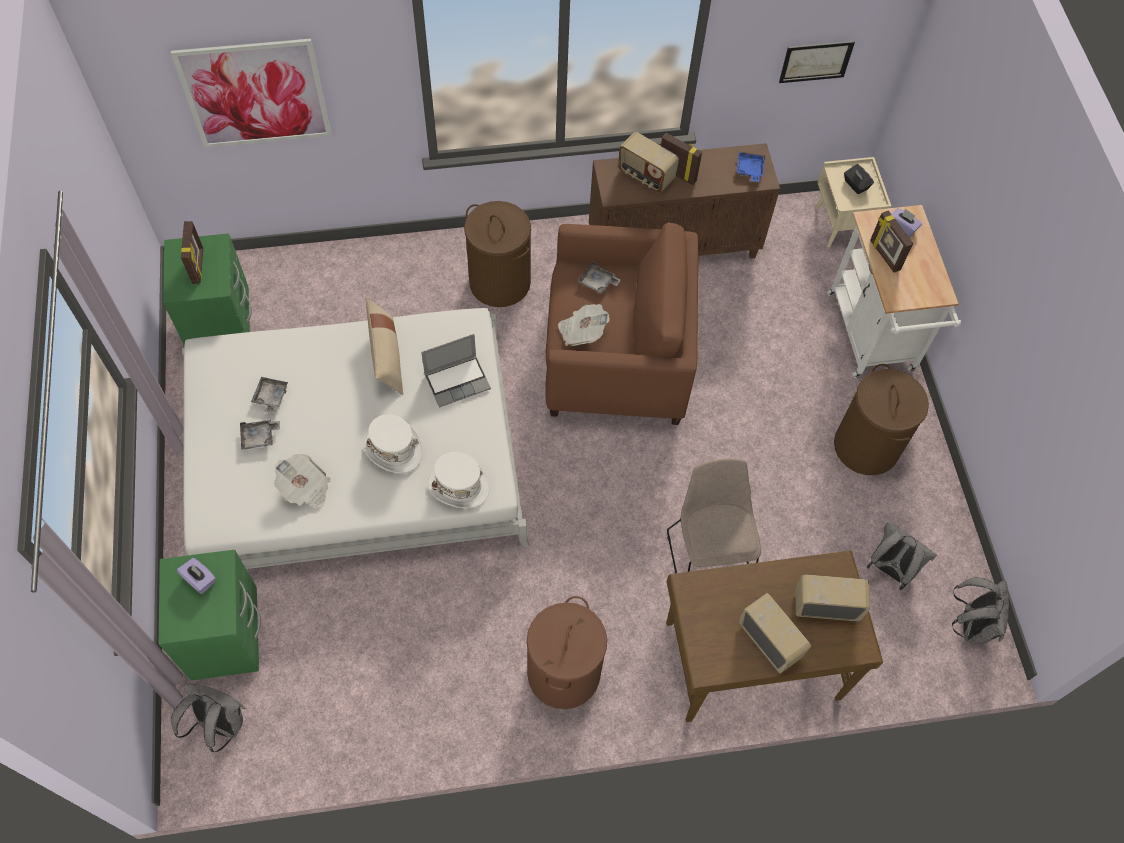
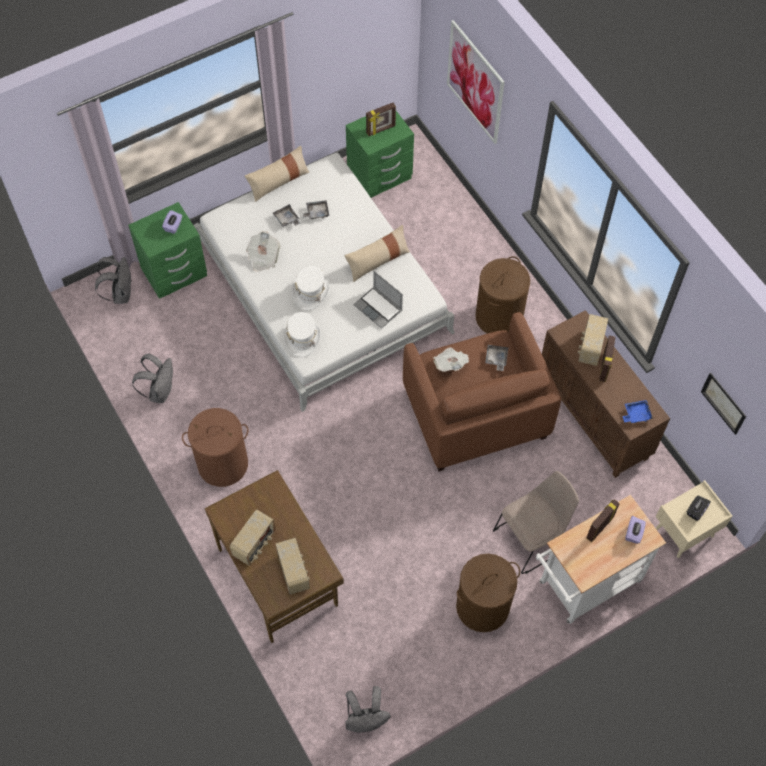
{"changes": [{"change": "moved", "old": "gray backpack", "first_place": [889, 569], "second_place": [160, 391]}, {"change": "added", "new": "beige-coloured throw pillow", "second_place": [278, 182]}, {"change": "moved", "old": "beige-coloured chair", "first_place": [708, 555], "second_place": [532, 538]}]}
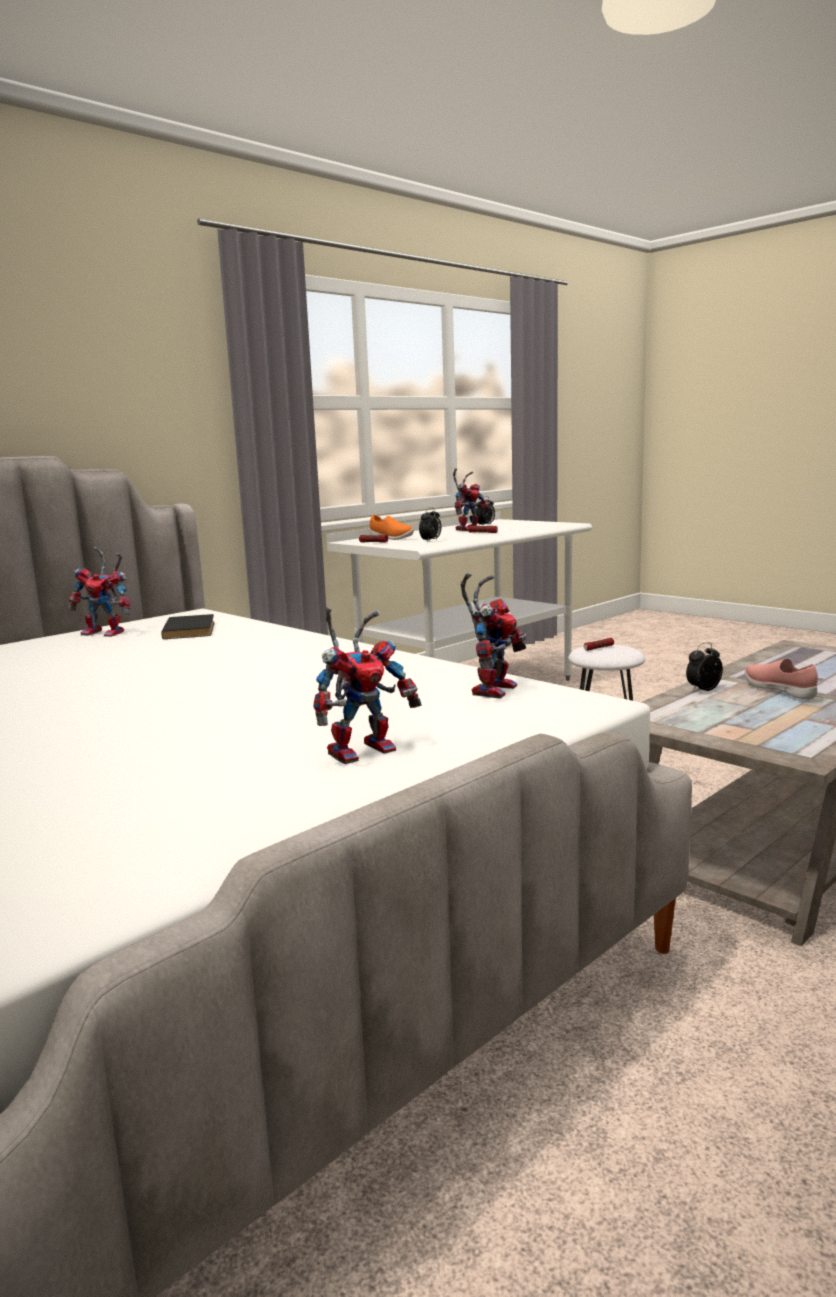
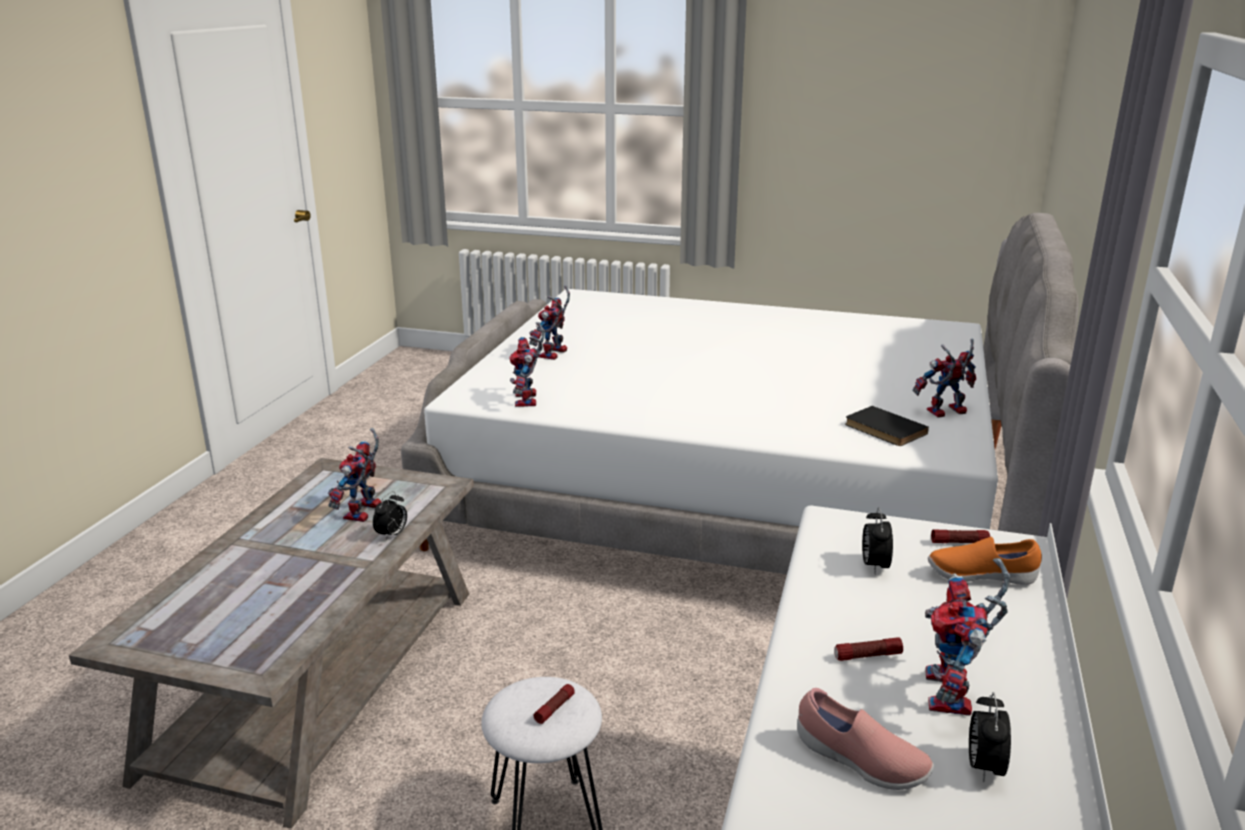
{"changes": [{"change": "added", "new": "model robot", "second_place": [363, 514]}, {"change": "moved", "old": "pink-coloured item of footwear", "first_place": [780, 691], "second_place": [859, 762]}]}
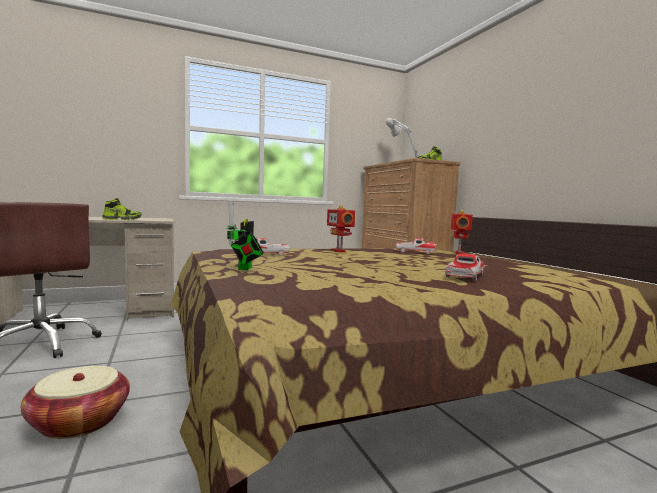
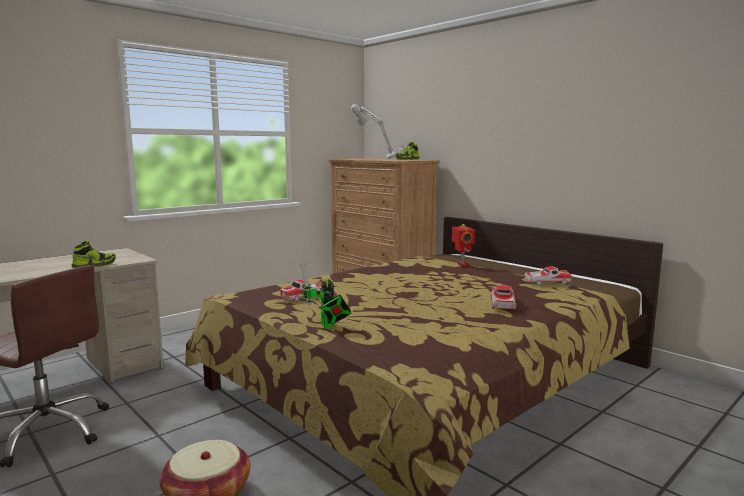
{"changes": [{"change": "moved", "old": "miniature car", "first_place": [415, 252], "second_place": [547, 282]}, {"change": "removed", "old": "model robot", "first_place": [339, 251]}]}
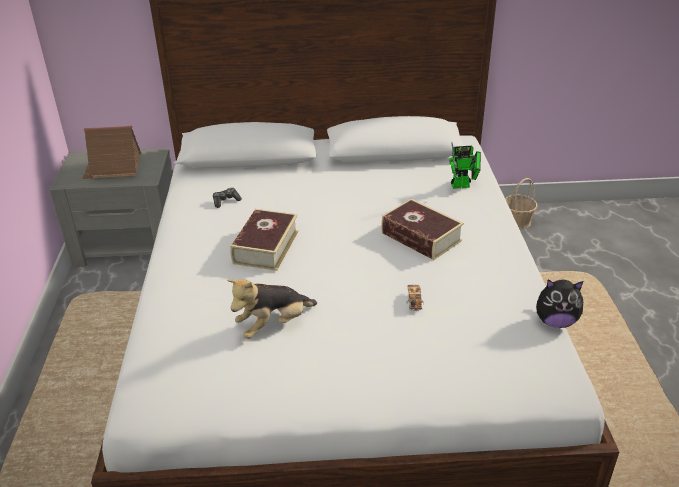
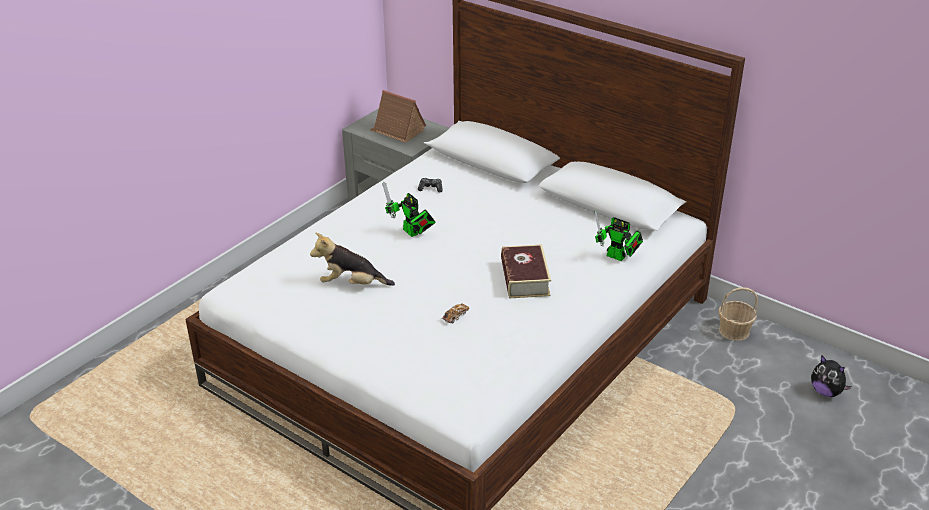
{"changes": [{"change": "replaced", "old": "bound book", "new": "model robot", "first_place": [266, 247], "second_place": [412, 233]}, {"change": "moved", "old": "soft toy", "first_place": [555, 321], "second_place": [826, 392]}]}
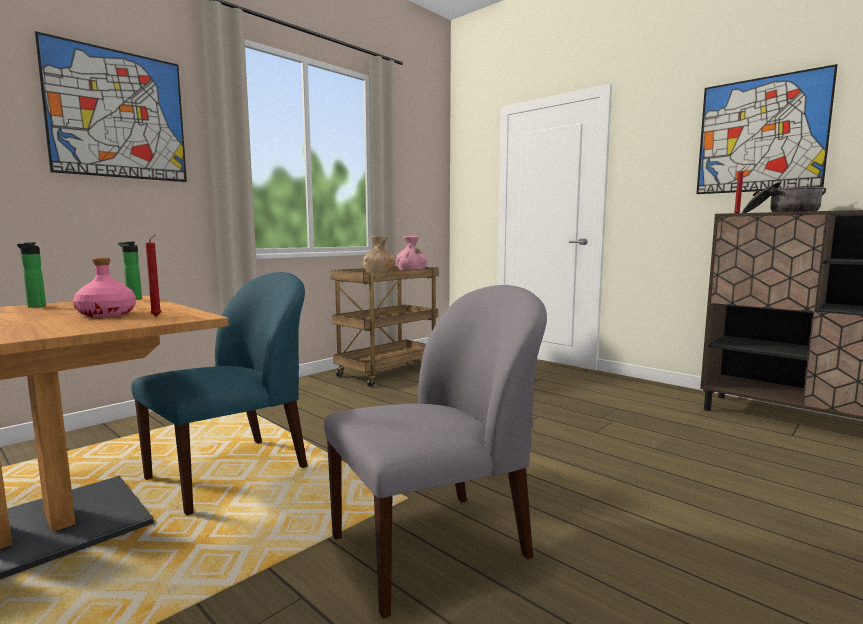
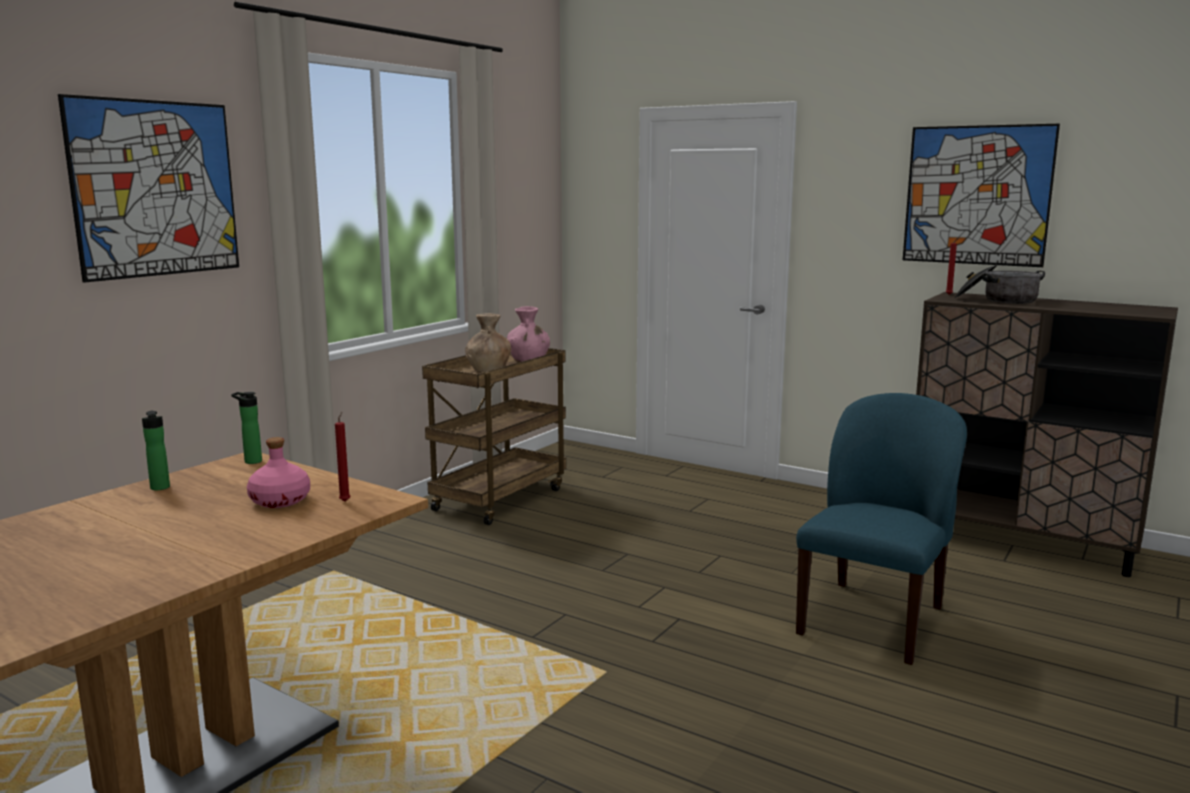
{"changes": [{"change": "moved", "old": "bluish chair", "first_place": [232, 472], "second_place": [873, 620]}, {"change": "removed", "old": "gray chair", "first_place": [434, 546]}]}
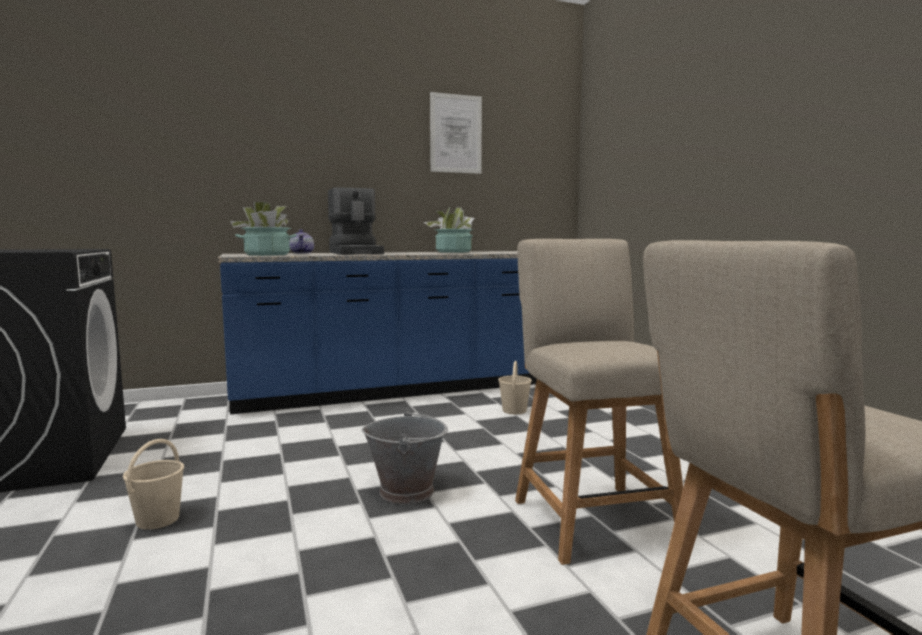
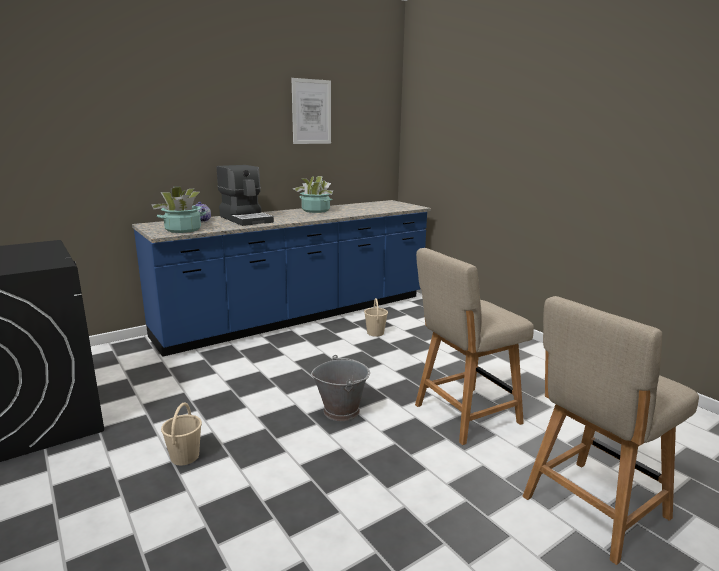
{"changes": [{"change": "turned", "old": "beige-coloured chair", "first_place": [591, 517], "second_place": [463, 415], "degrees": -90}]}
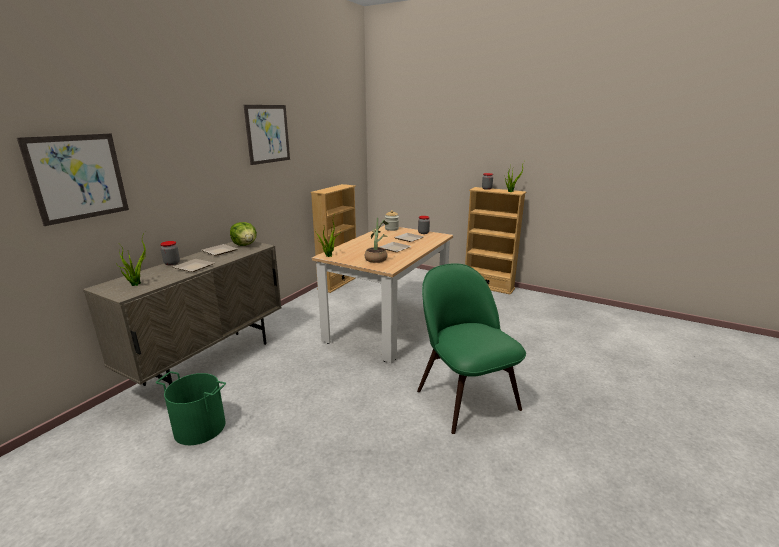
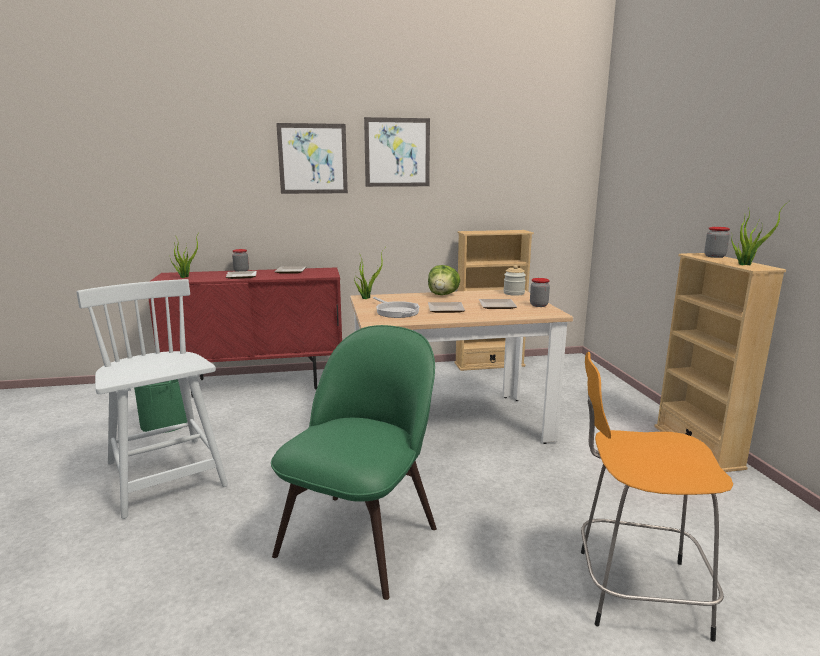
{"changes": [{"change": "added", "new": "white chair", "second_place": [166, 476]}, {"change": "recoloured", "old": "beige-coloured cabinet", "new": "red-coloured cabinet", "first_place": [210, 362], "second_place": [258, 384]}, {"change": "moved", "old": "wall art", "first_place": [78, 177], "second_place": [313, 159]}, {"change": "replaced", "old": "potted plant", "new": "skillet", "first_place": [377, 258], "second_place": [396, 312]}, {"change": "moved", "old": "lettuce head", "first_place": [245, 245], "second_place": [443, 295]}, {"change": "added", "new": "orange stool", "second_place": [635, 591]}]}
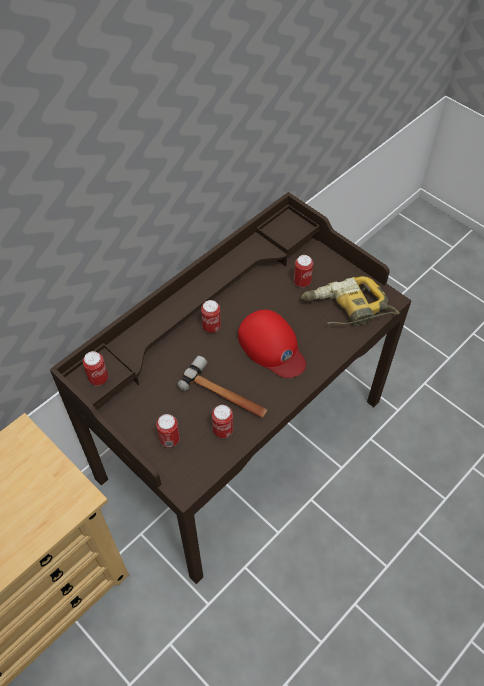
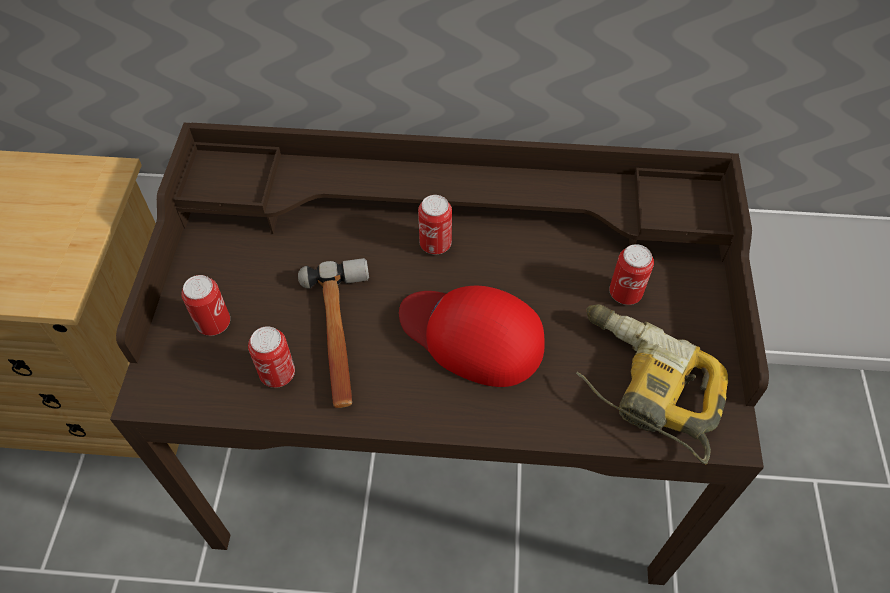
{"changes": [{"change": "turned", "old": "red-coloured baseball cap", "first_place": [272, 347], "second_place": [472, 336], "degrees": 105}, {"change": "removed", "old": "sealed can", "first_place": [98, 378]}]}
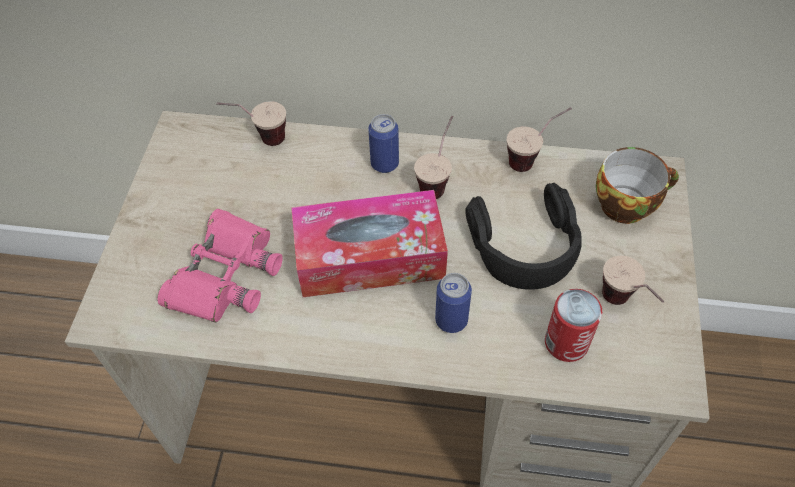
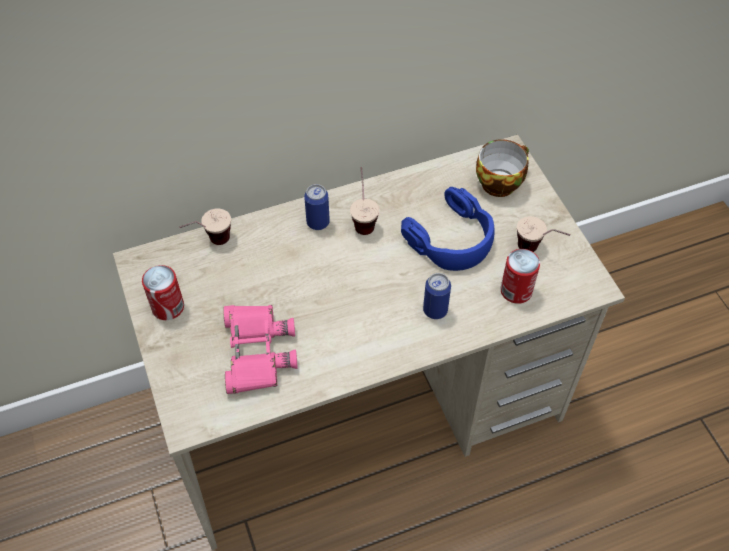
{"changes": [{"change": "added", "new": "sealed can", "second_place": [168, 307]}, {"change": "recoloured", "old": "black-coloured pair of headphones", "new": "bluish pair of headphones", "first_place": [525, 246], "second_place": [452, 239]}, {"change": "removed", "old": "tissue box", "first_place": [370, 256]}, {"change": "removed", "old": "drinking cup", "first_place": [533, 159]}]}
